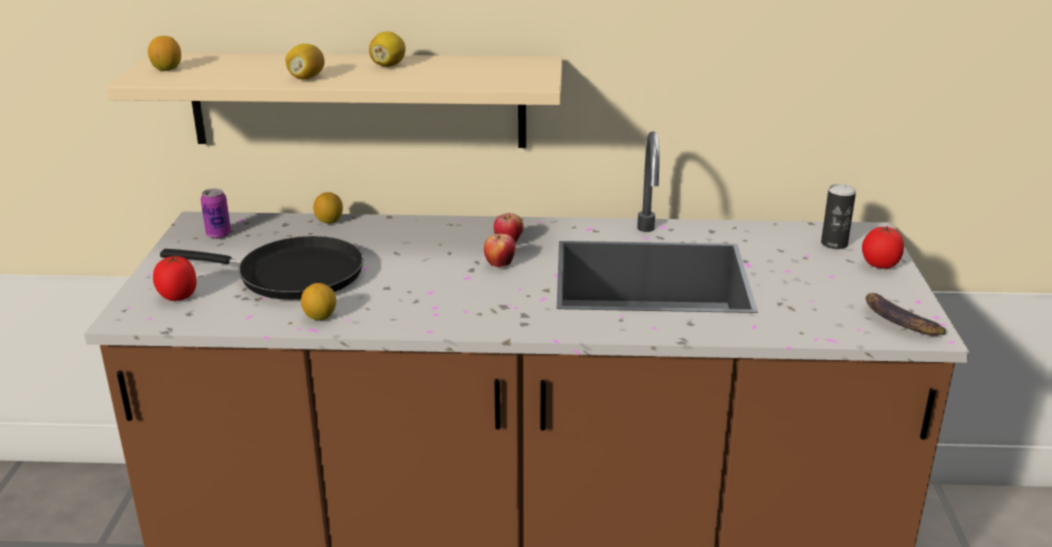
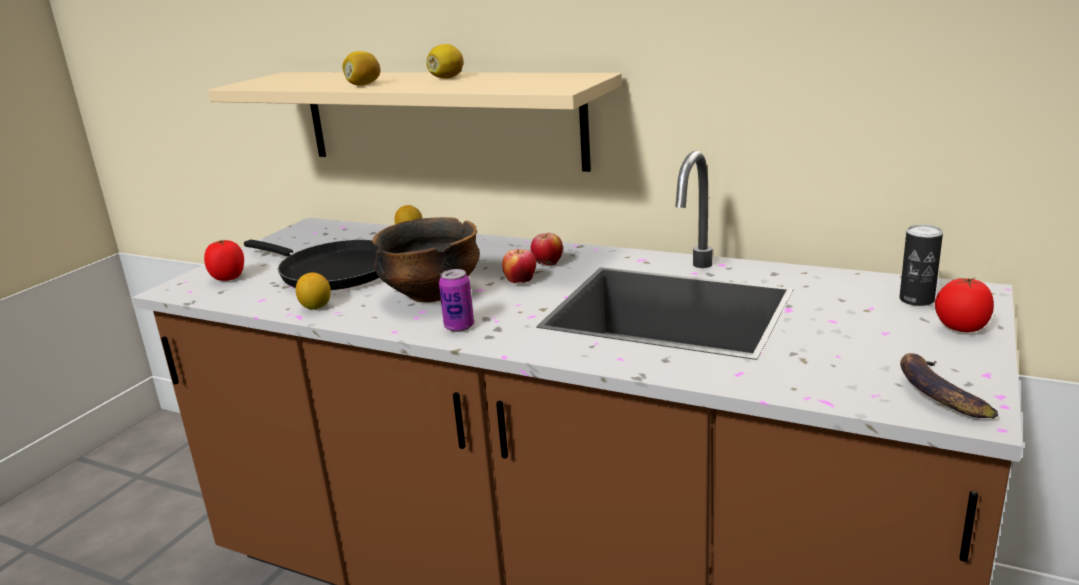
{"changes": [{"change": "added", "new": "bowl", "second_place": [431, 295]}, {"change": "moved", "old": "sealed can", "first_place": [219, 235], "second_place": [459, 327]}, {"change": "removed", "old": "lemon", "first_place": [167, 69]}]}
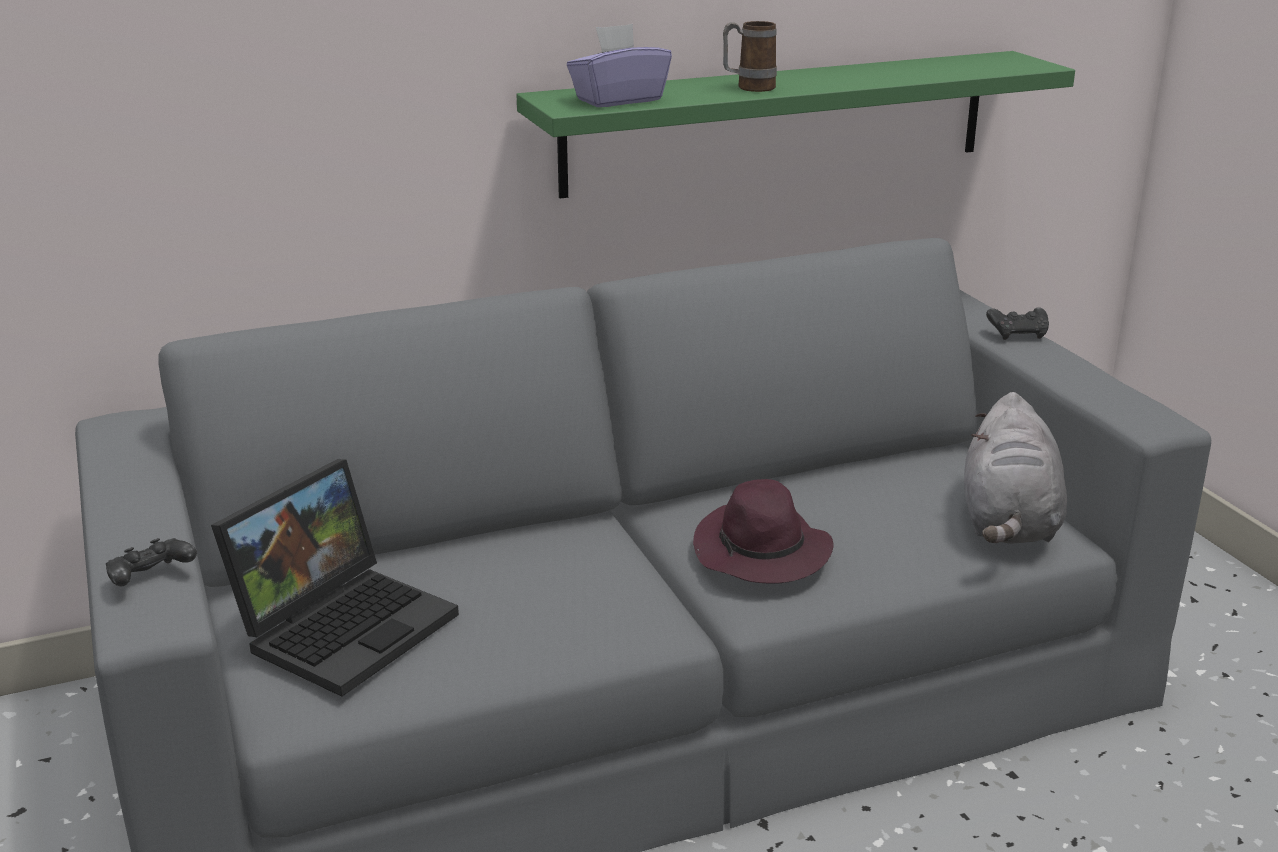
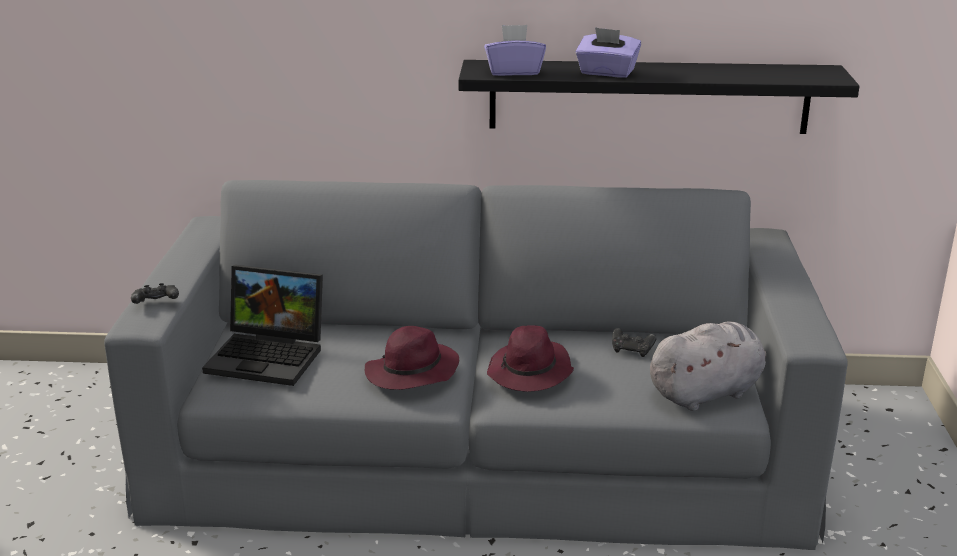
{"changes": [{"change": "turned", "old": "laptop", "first_place": [345, 624], "second_place": [270, 356], "degrees": 45}, {"change": "added", "new": "purple hat", "second_place": [411, 373]}, {"change": "recoloured", "old": "green bracket shelf", "new": "black-coloured bracket shelf", "first_place": [778, 122], "second_place": [648, 96]}, {"change": "replaced", "old": "coffee mug", "new": "purple tissue box", "first_place": [748, 88], "second_place": [606, 73]}, {"change": "moved", "old": "black-coloured gamepad", "first_place": [1018, 334], "second_place": [632, 350]}, {"change": "turned", "old": "gray soft toy", "first_place": [1008, 523], "second_place": [708, 392], "degrees": -150}]}
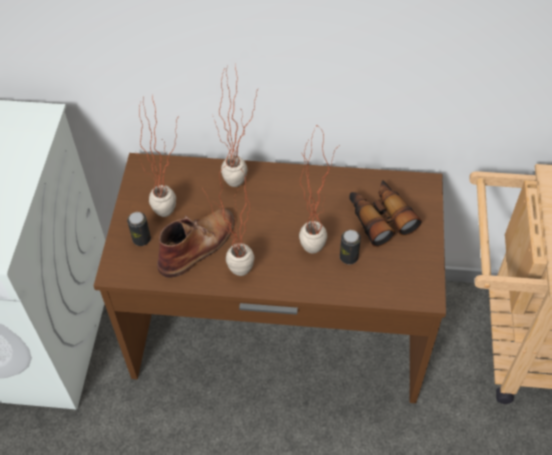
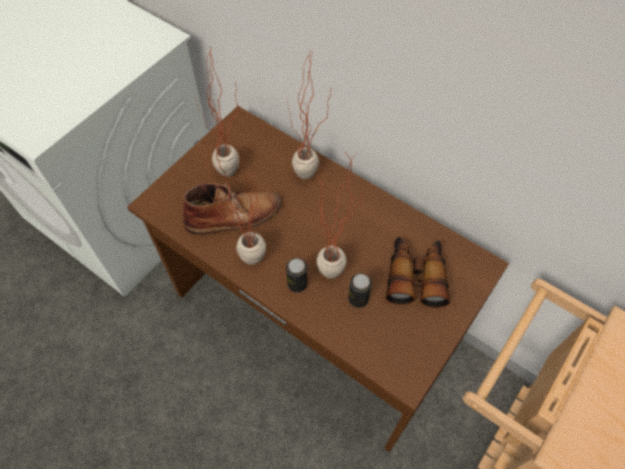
{"changes": [{"change": "moved", "old": "sealed can", "first_place": [141, 239], "second_place": [297, 284]}]}
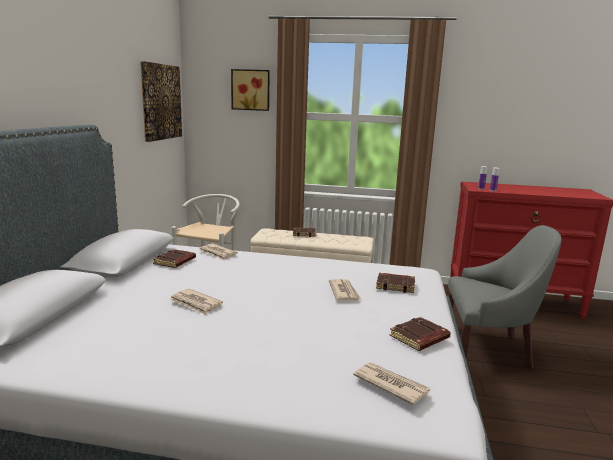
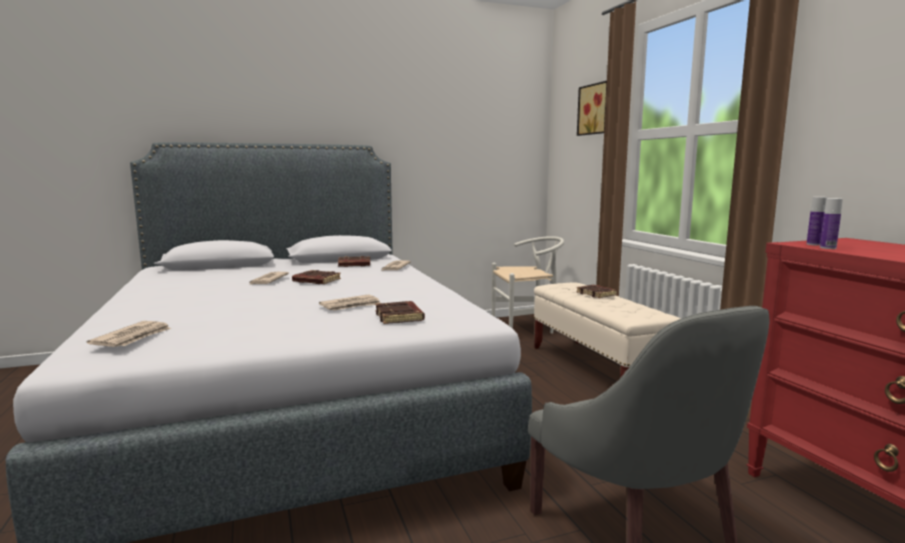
{"changes": [{"change": "moved", "old": "brown bound book", "first_place": [419, 338], "second_place": [316, 281]}, {"change": "removed", "old": "wall art", "first_place": [161, 102]}]}
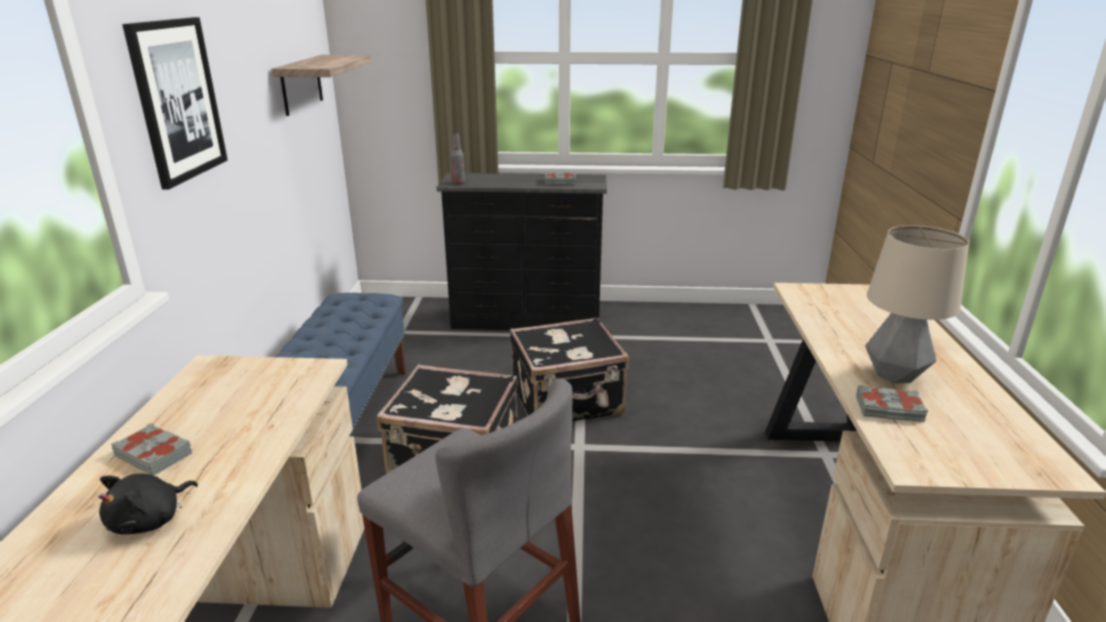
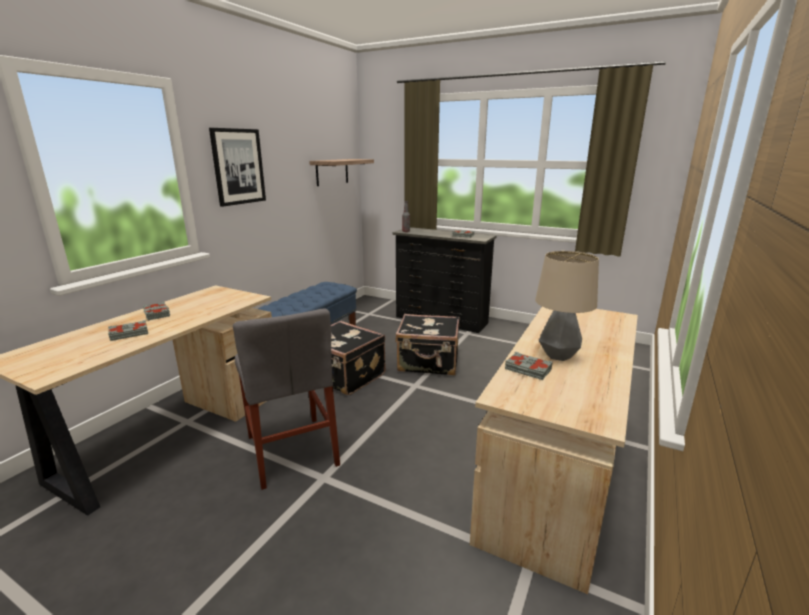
{"changes": [{"change": "replaced", "old": "black-coloured soft toy", "new": "gray bound book", "first_place": [150, 520], "second_place": [129, 333]}]}
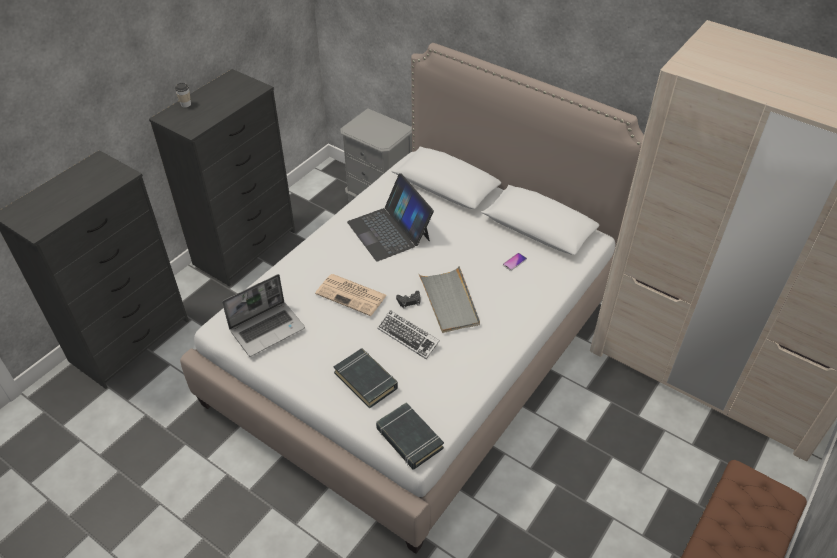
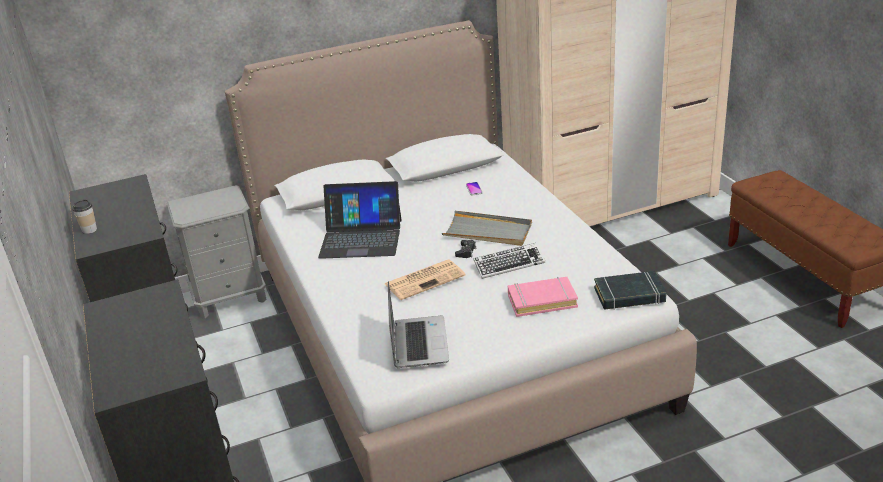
{"changes": [{"change": "recoloured", "old": "black-coloured bound book", "new": "pink-coloured bound book", "first_place": [366, 380], "second_place": [542, 300]}]}
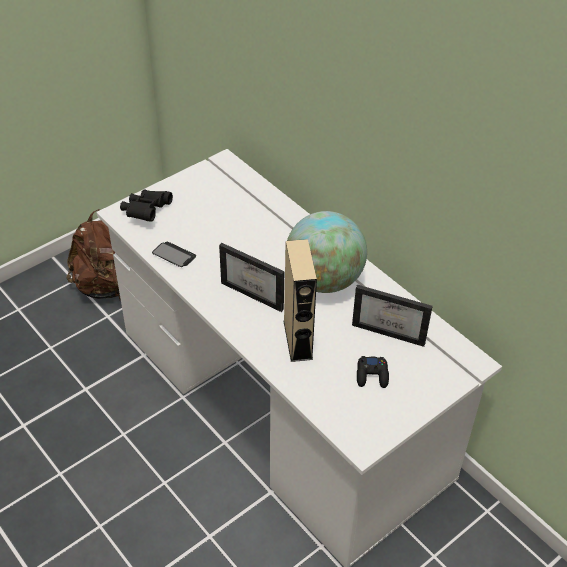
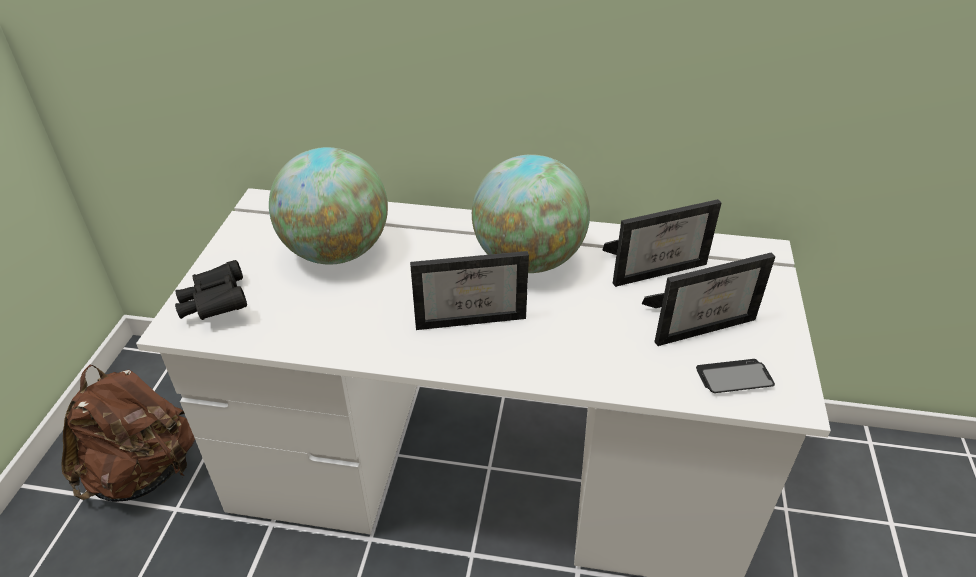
{"changes": [{"change": "added", "new": "desk globe", "second_place": [336, 252]}, {"change": "replaced", "old": "black-coloured gamepad", "new": "picture frame", "first_place": [372, 375], "second_place": [701, 323]}, {"change": "moved", "old": "telephone", "first_place": [174, 255], "second_place": [733, 377]}, {"change": "removed", "old": "beige-coloured loudspeaker", "first_place": [297, 339]}]}
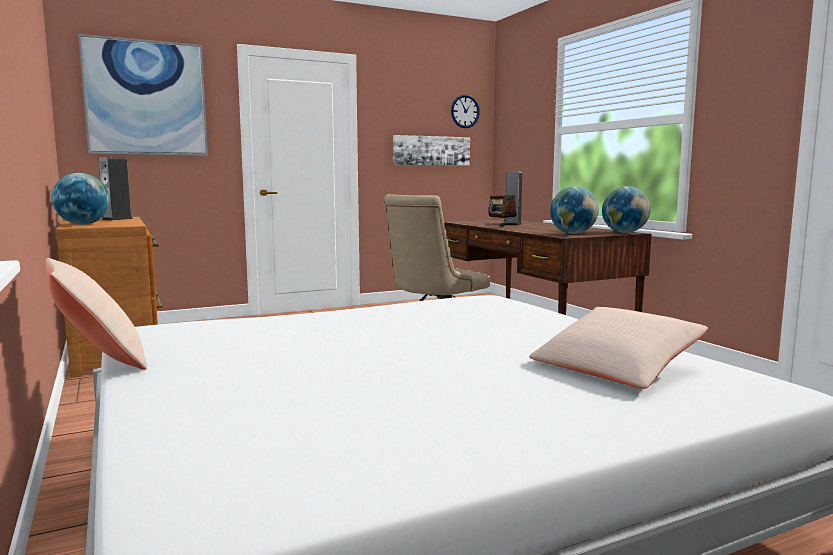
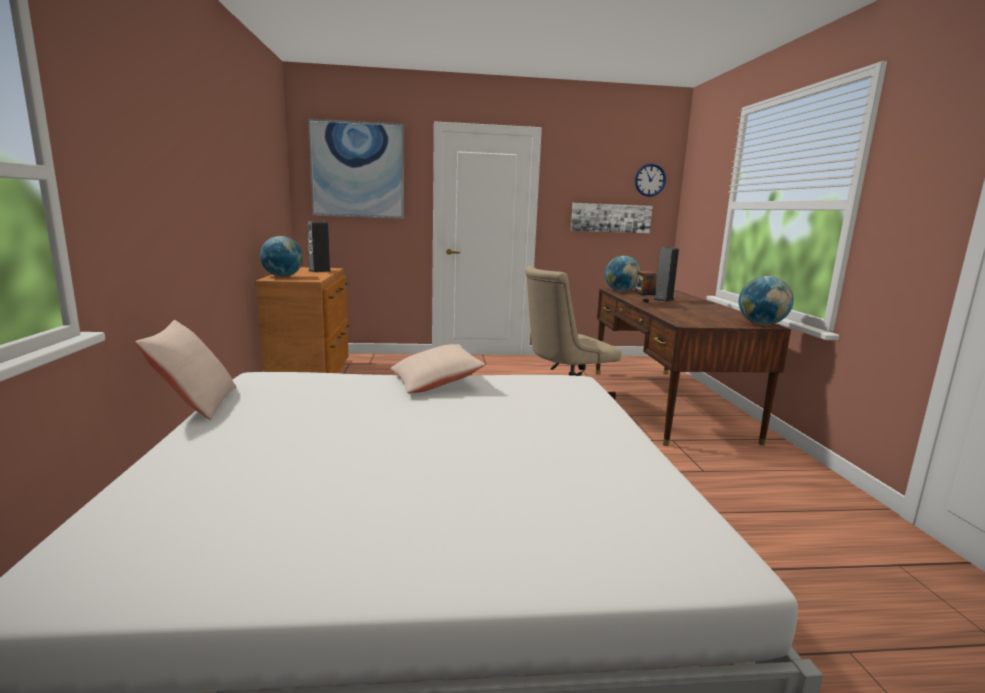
{"changes": [{"change": "moved", "old": "beige-coloured throw pillow", "first_place": [615, 368], "second_place": [435, 382]}, {"change": "moved", "old": "desk globe", "first_place": [573, 233], "second_place": [621, 291]}]}
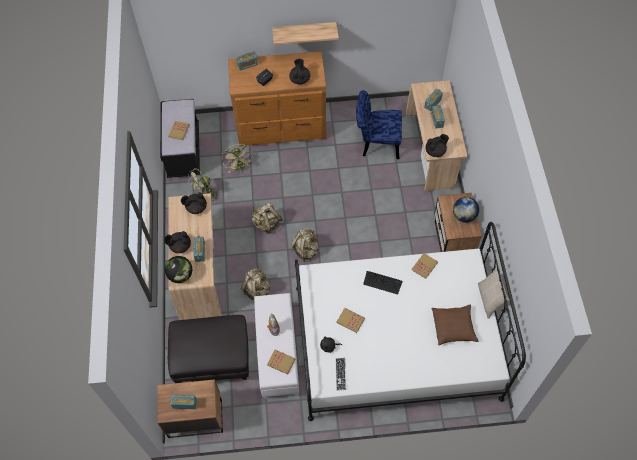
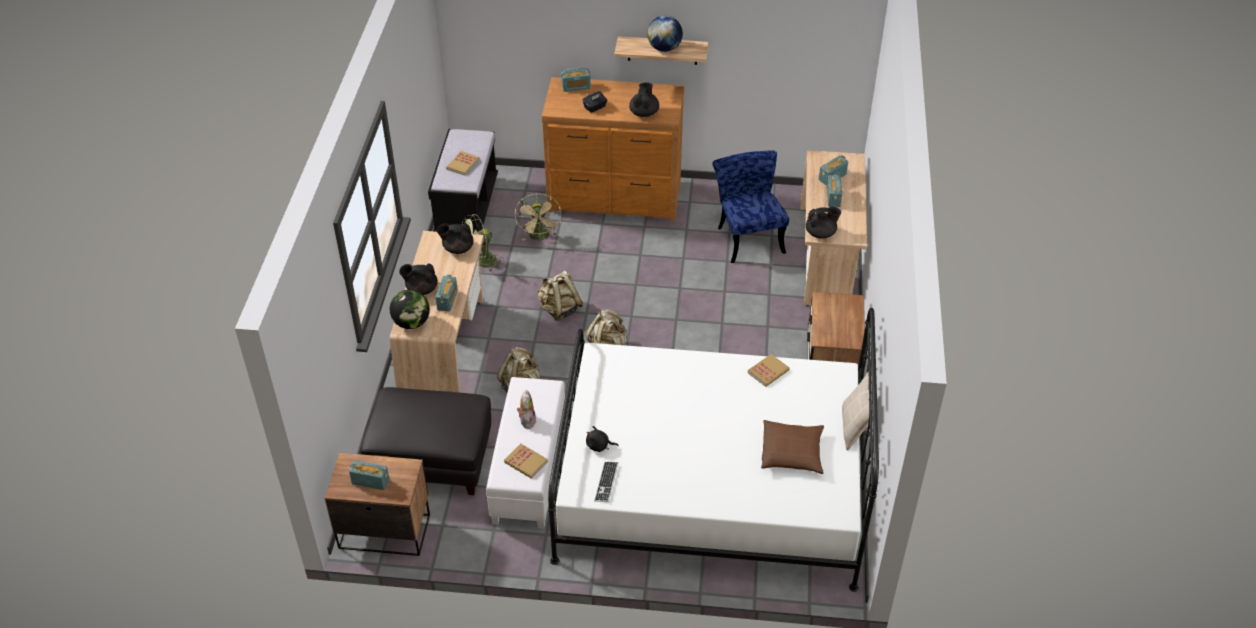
{"changes": [{"change": "moved", "old": "desk globe", "first_place": [464, 216], "second_place": [664, 48]}, {"change": "turned", "old": "bluish chair", "first_place": [376, 143], "second_place": [747, 236], "degrees": 60}, {"change": "removed", "old": "bound book", "first_place": [350, 320]}, {"change": "removed", "old": "PC keyboard", "first_place": [382, 282]}]}
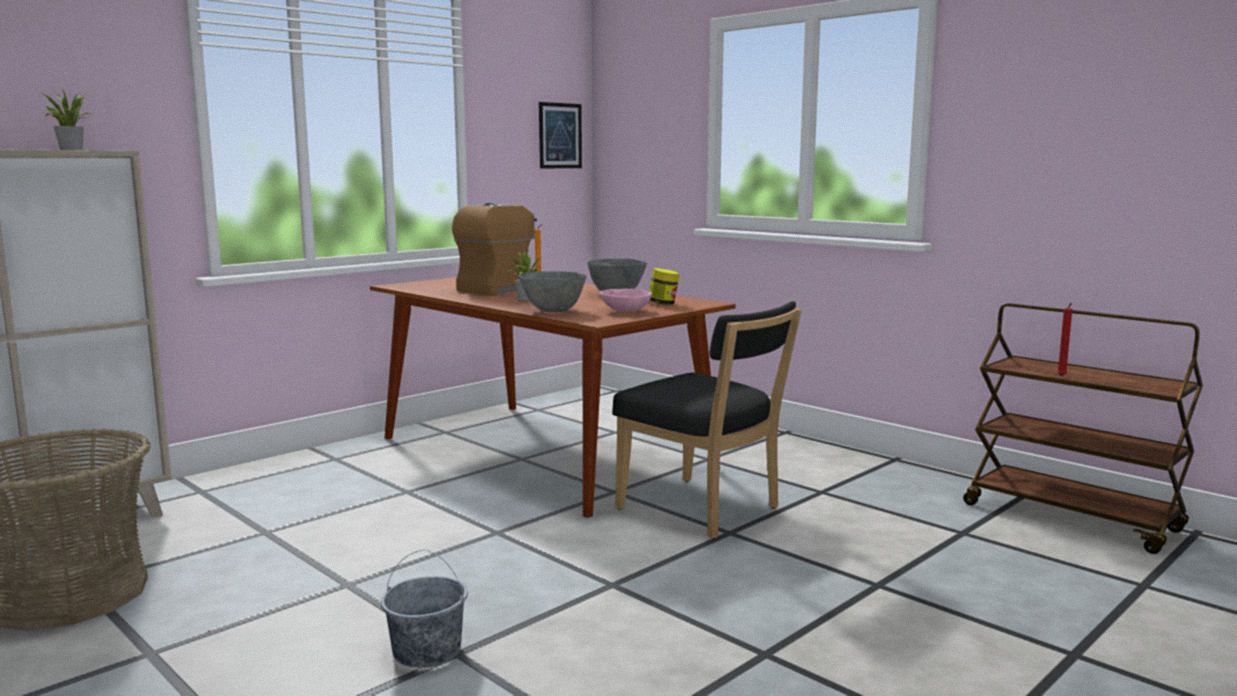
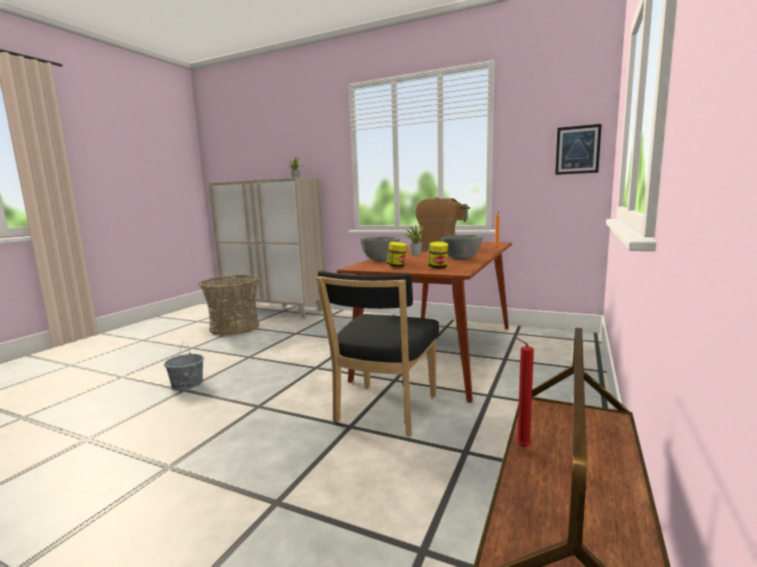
{"changes": [{"change": "replaced", "old": "pink-coloured bowl", "new": "storage jar", "first_place": [625, 311], "second_place": [397, 266]}]}
